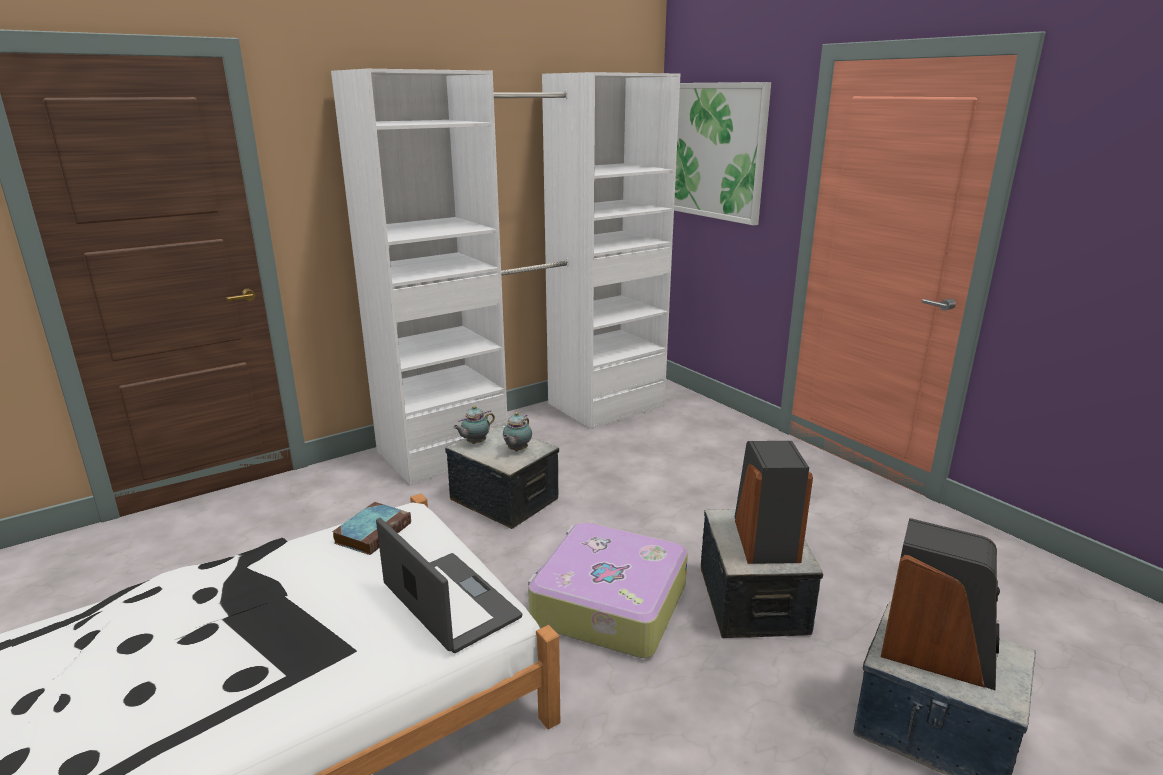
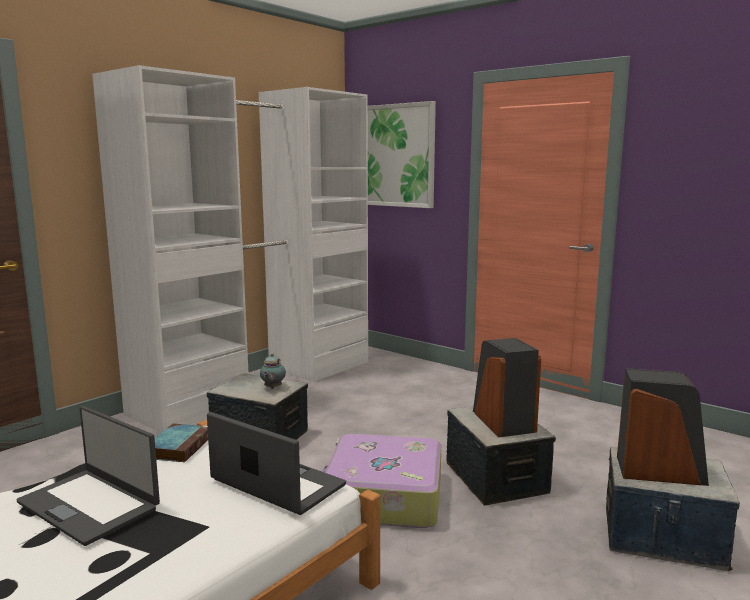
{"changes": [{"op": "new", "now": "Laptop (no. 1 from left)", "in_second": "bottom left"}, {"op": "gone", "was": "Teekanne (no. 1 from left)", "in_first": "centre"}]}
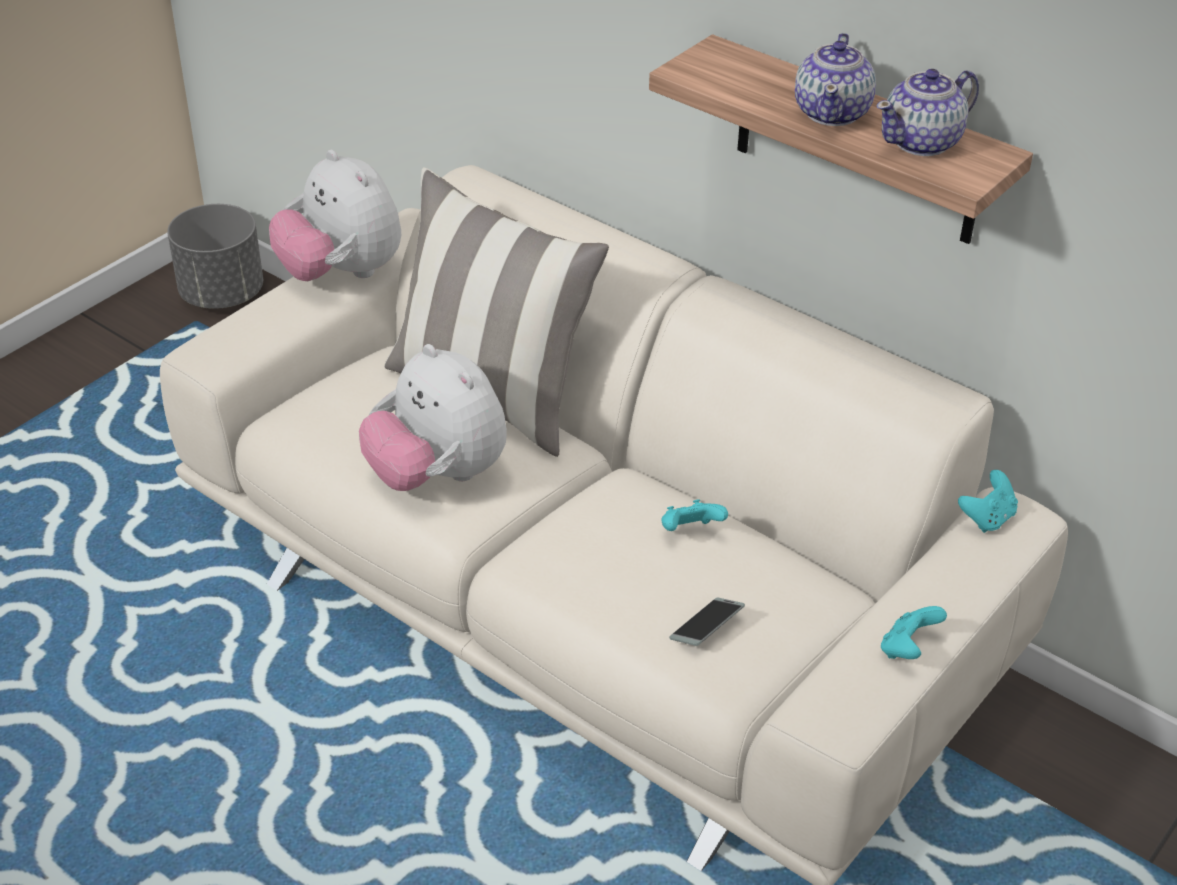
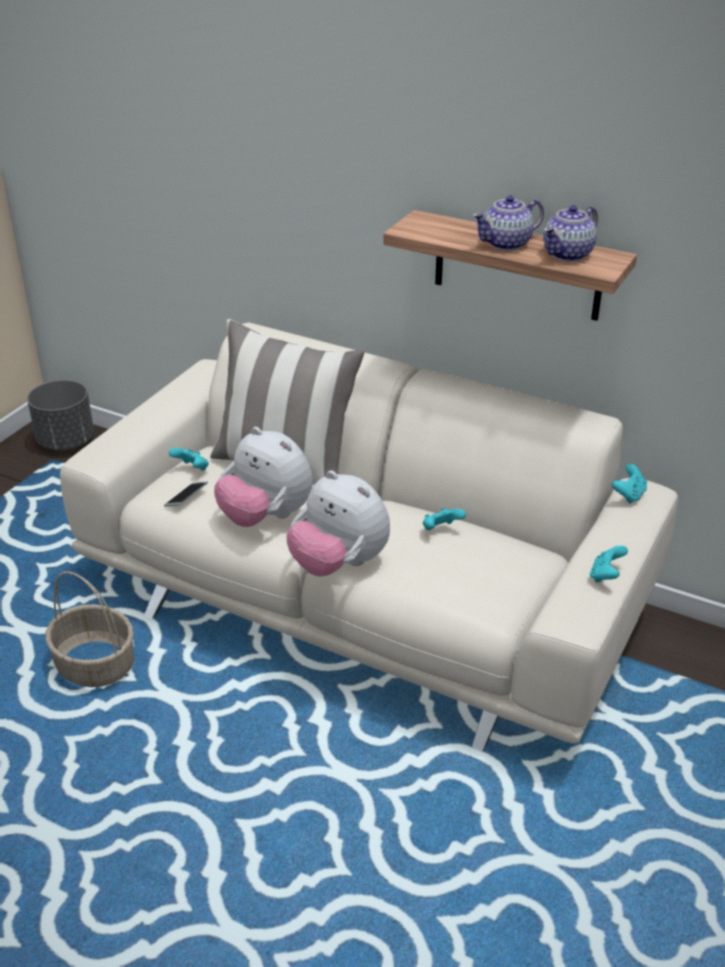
{"changes": [{"op": "new", "now": "Korb", "in_second": "middle left"}, {"op": "shifted", "was": "Handy", "in_first": "bottom centre", "in_second": "middle left"}, {"op": "new", "now": "Gamepad [türkis] (no. 1 from left)", "in_second": "middle left"}, {"op": "shifted", "was": "Plüschtier (no. 1 from left in the first image)", "now": "Plüschtier (no. 2 from left)", "in_first": "top left", "in_second": "centre"}, {"op": "rotated", "was": "Teekanne (no. 1 from left)", "in_first": "top right", "in_second": "top right", "clockwise": 60}]}
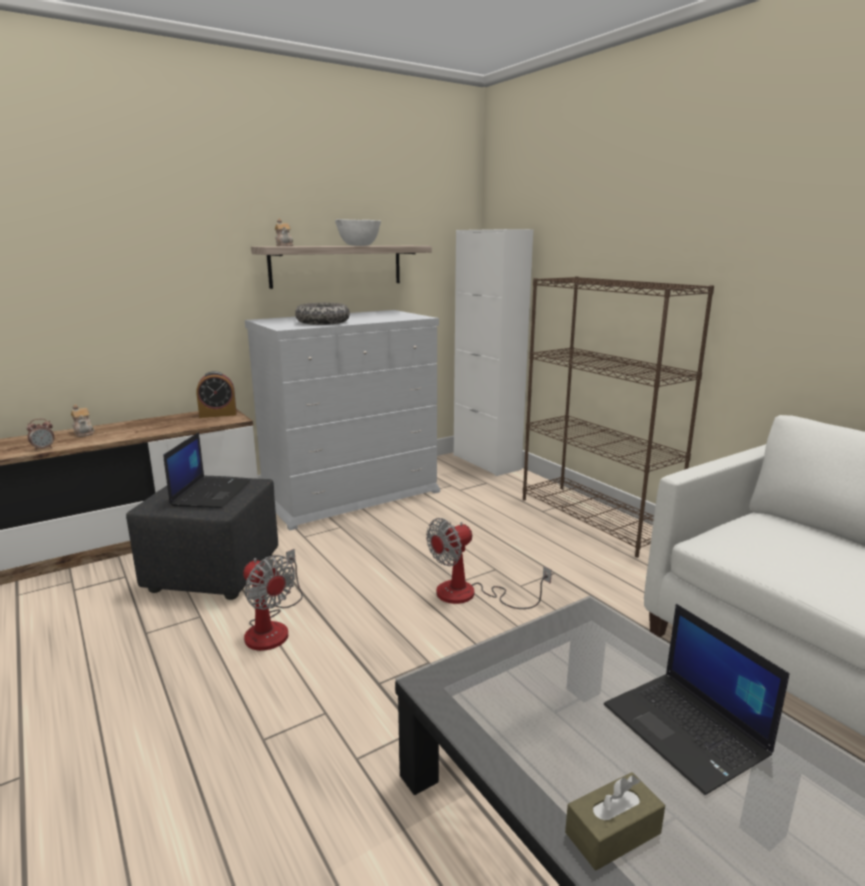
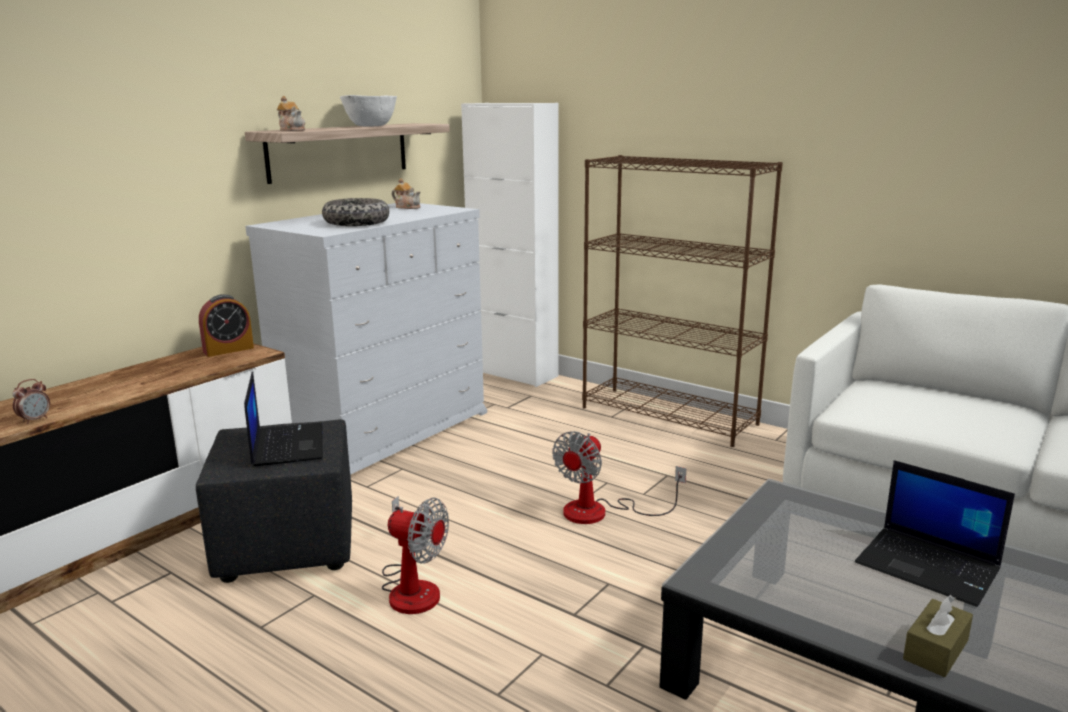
{"changes": [{"op": "shifted", "was": "Teekanne (no. 1 from left in the first image)", "now": "Teekanne (no. 2 from left)", "in_first": "middle left", "in_second": "top centre"}]}
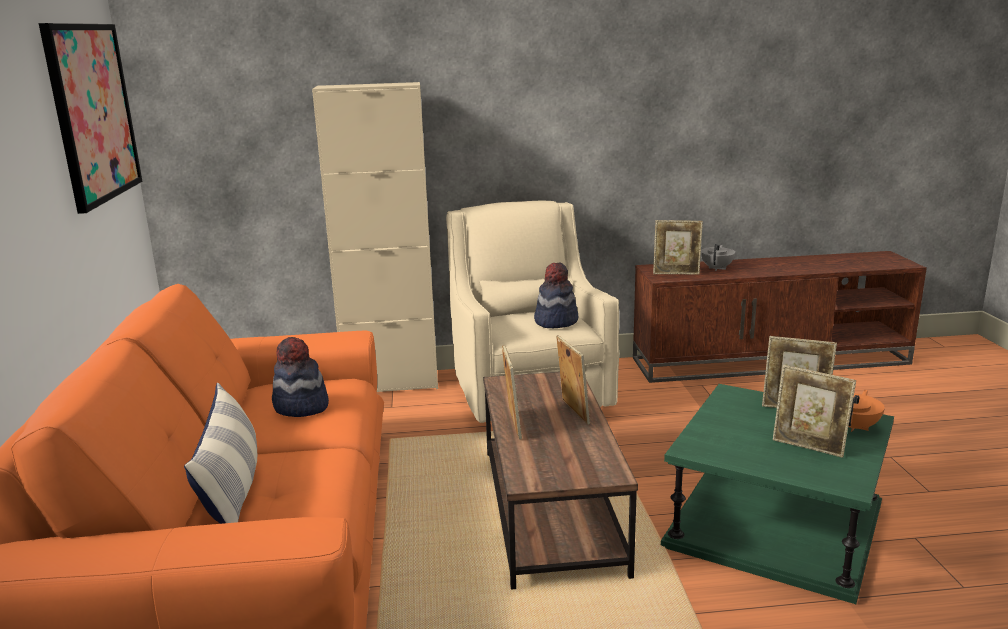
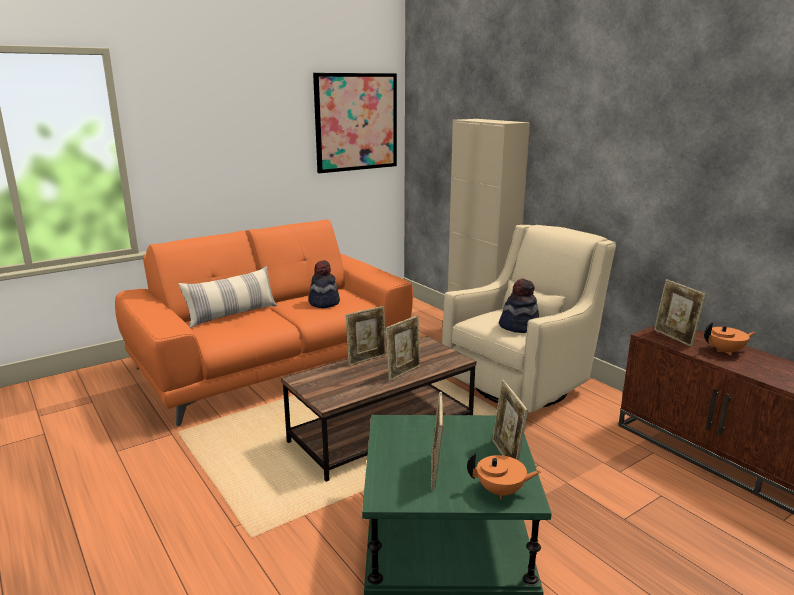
{"changes": [{"op": "repainted", "was": "Teekanne [grau]", "now": "Teekanne [orange] (no. 2 from left)", "in_first": "middle right", "in_second": "middle right"}]}
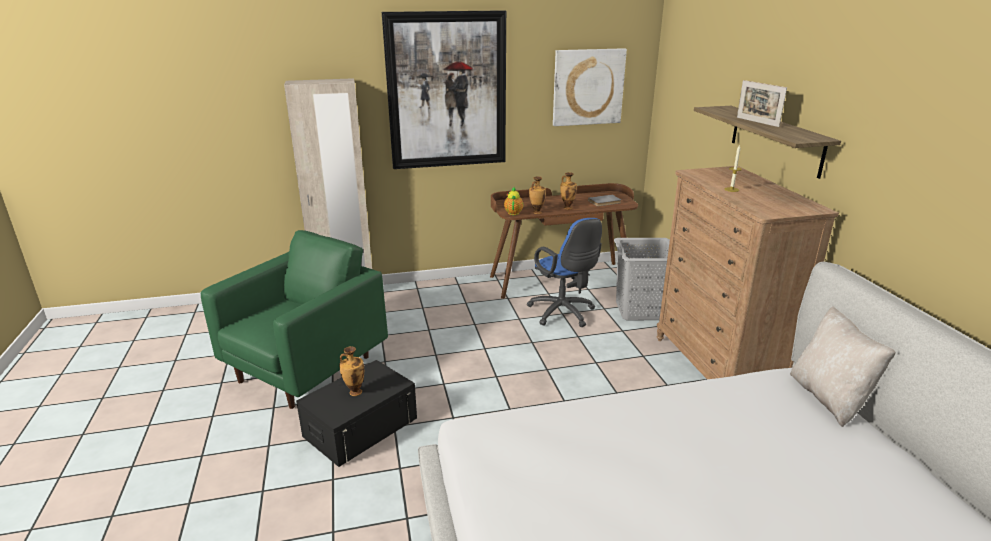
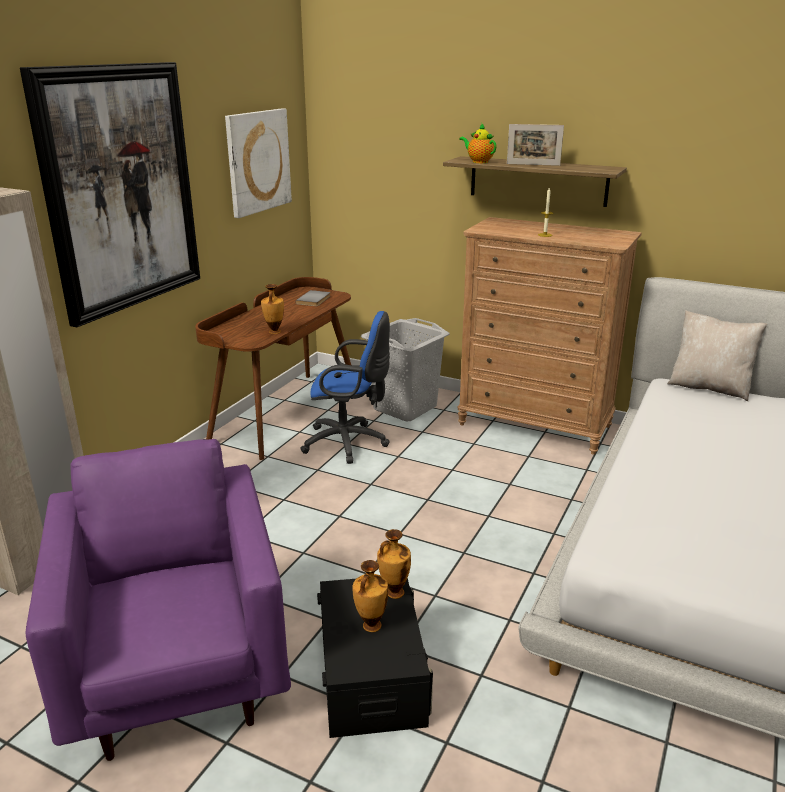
{"changes": [{"op": "repainted", "was": "Sessel [grün]", "now": "Sessel [lila]", "in_first": "middle left", "in_second": "bottom left"}, {"op": "shifted", "was": "Vase (no. 3 from left)", "in_first": "centre", "in_second": "bottom centre"}, {"op": "shifted", "was": "Teekanne", "in_first": "centre", "in_second": "top centre"}]}
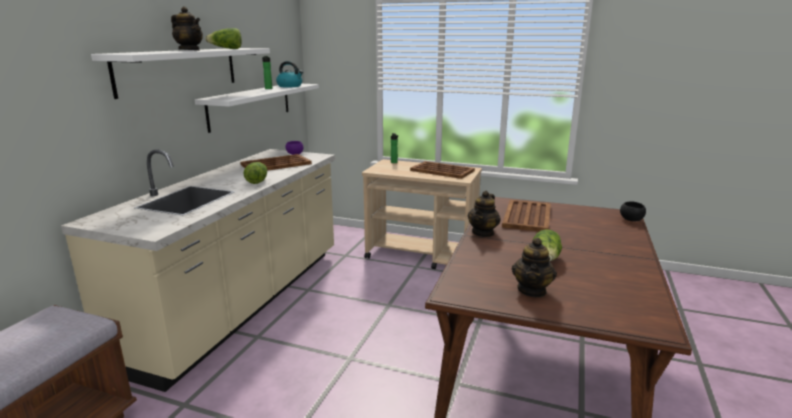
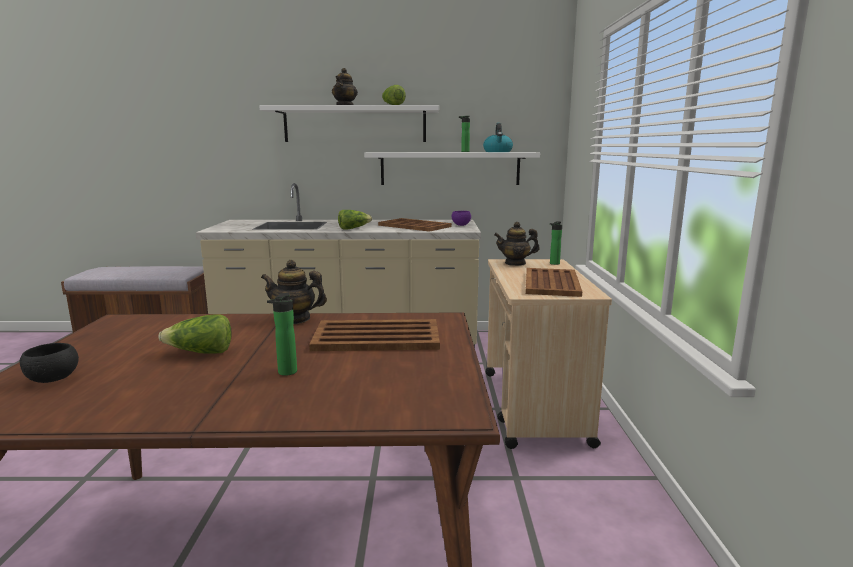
{"changes": [{"op": "shifted", "was": "Schüssel [schwarz]", "in_first": "middle right", "in_second": "middle left"}, {"op": "new", "now": "Flasche (no. 1 from left)", "in_second": "middle left"}, {"op": "shifted", "was": "Teekanne (no. 3 from left)", "in_first": "middle right", "in_second": "centre"}]}
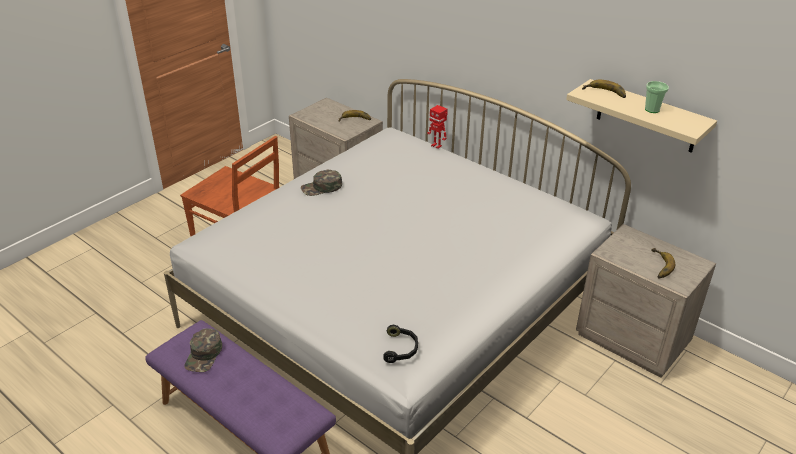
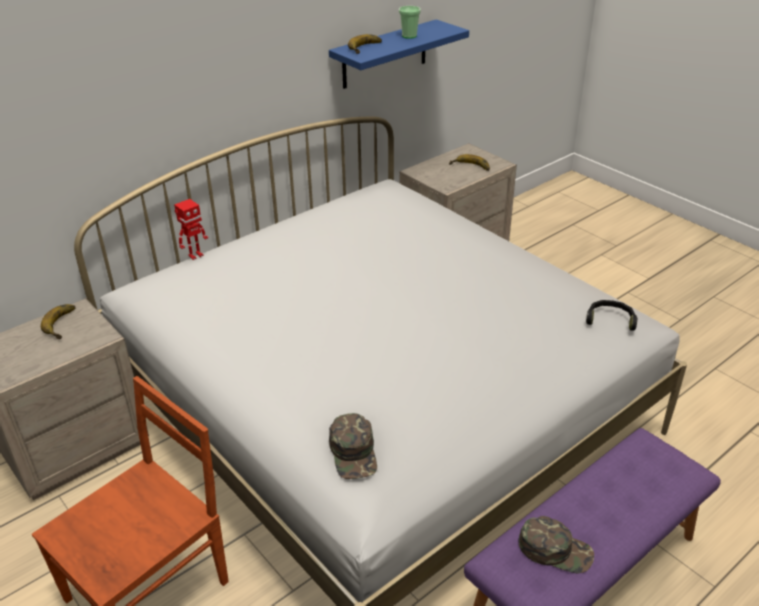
{"changes": [{"op": "repainted", "was": "Wandregal [beige]", "now": "Wandregal [blau]", "in_first": "top right", "in_second": "top centre"}, {"op": "shifted", "was": "Kappe [grün] (no. 2 from left in the first image)", "now": "Kappe [grün] (no. 1 from left)", "in_first": "centre", "in_second": "bottom centre"}]}
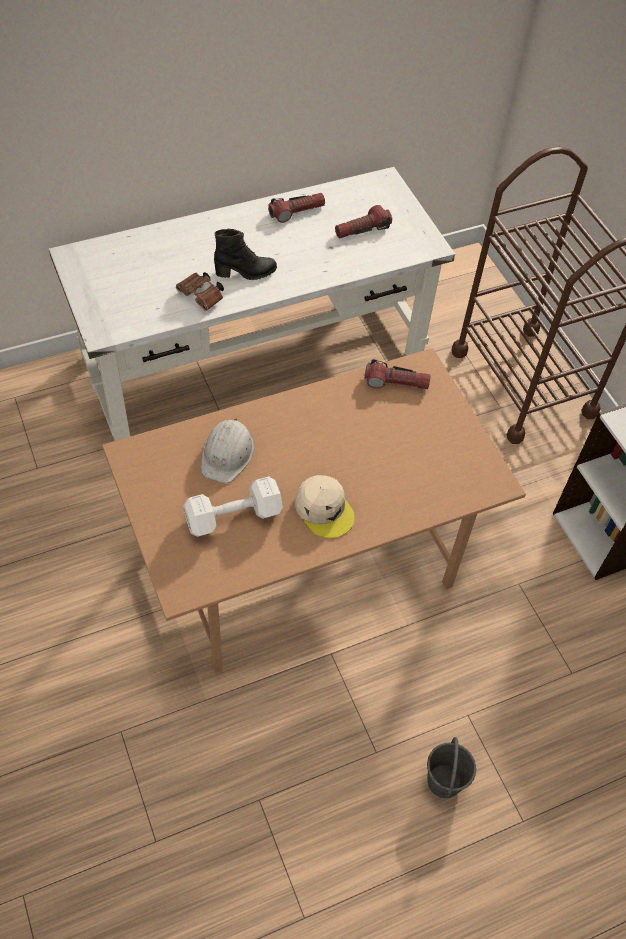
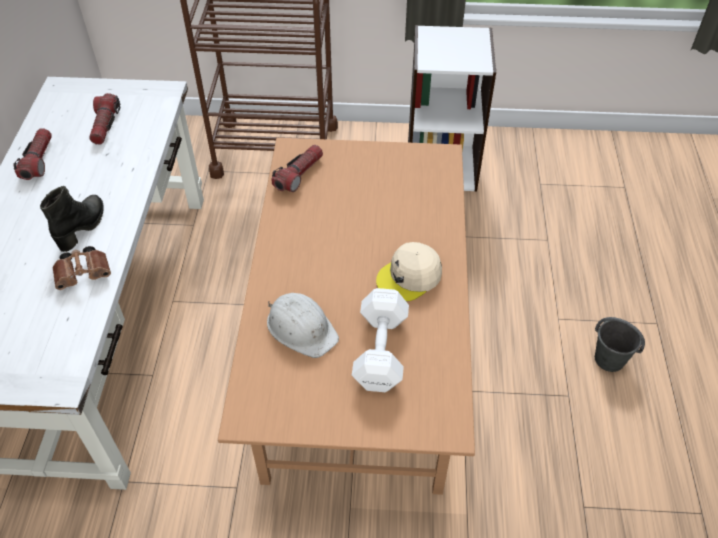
{"changes": [{"op": "rotated", "was": "Kappe [beige]", "in_first": "centre", "in_second": "centre", "clockwise": 150}]}
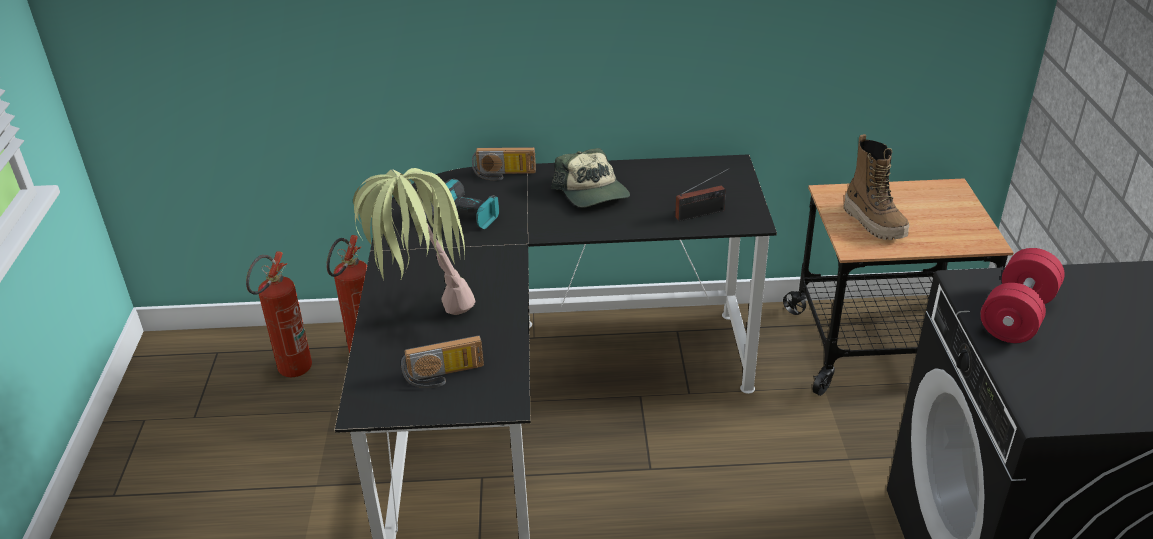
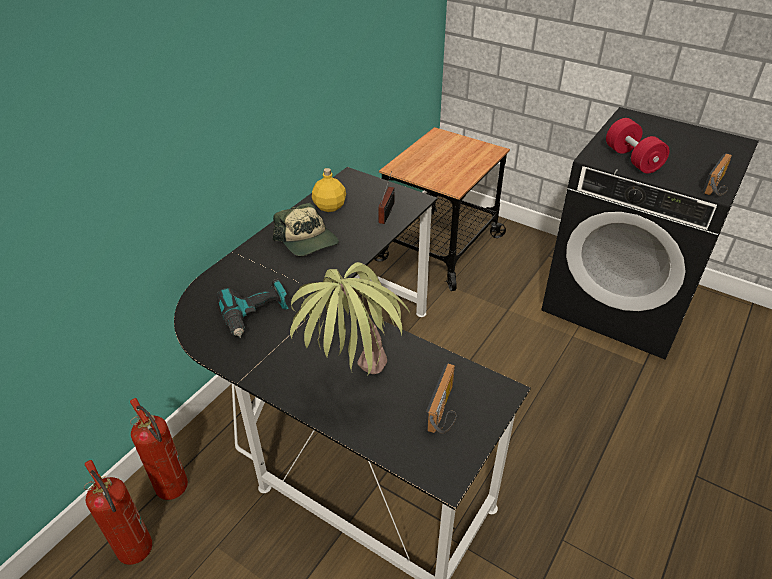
{"changes": [{"op": "rotated", "was": "Kappe", "in_first": "top centre", "in_second": "centre", "clockwise": 45}, {"op": "new", "now": "Flasche [gelb]", "in_second": "top centre"}, {"op": "shifted", "was": "Radio (no. 2 from left in the first image)", "now": "Radio (no. 3 from left)", "in_first": "top centre", "in_second": "top right"}, {"op": "gone", "was": "Stiefel", "in_first": "middle right"}]}
